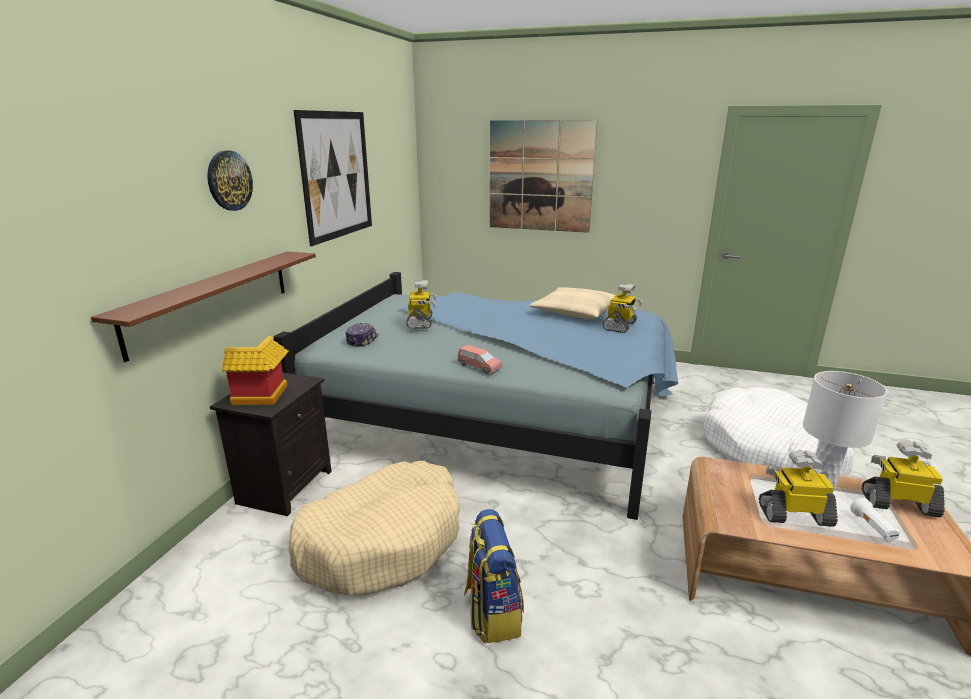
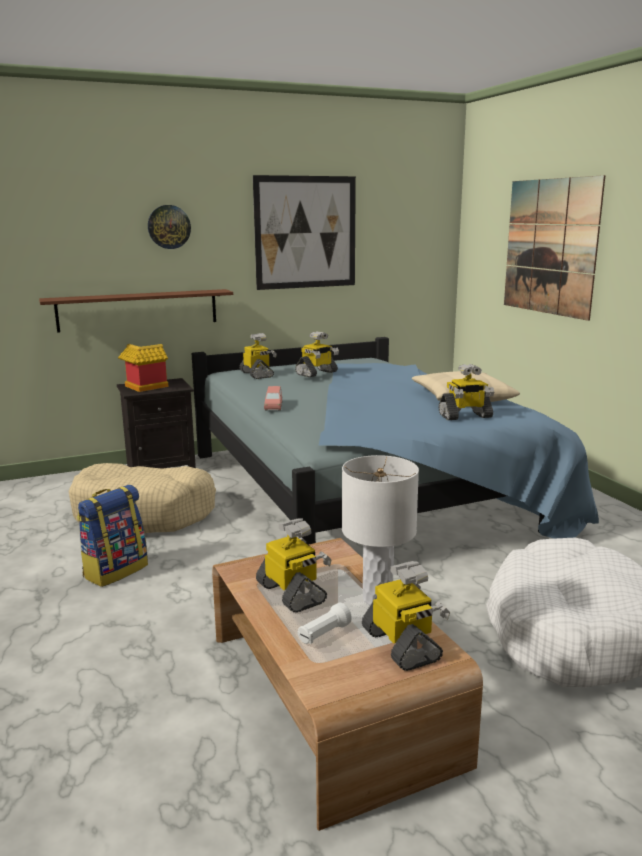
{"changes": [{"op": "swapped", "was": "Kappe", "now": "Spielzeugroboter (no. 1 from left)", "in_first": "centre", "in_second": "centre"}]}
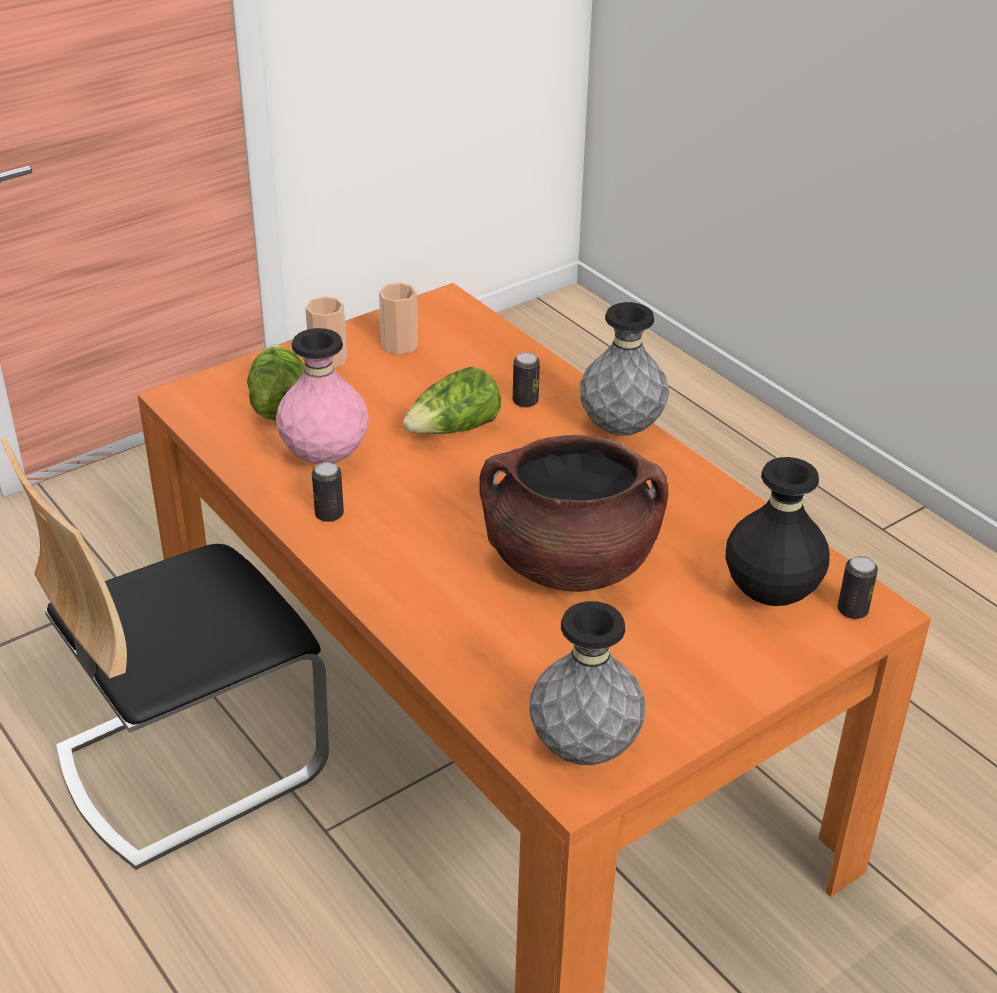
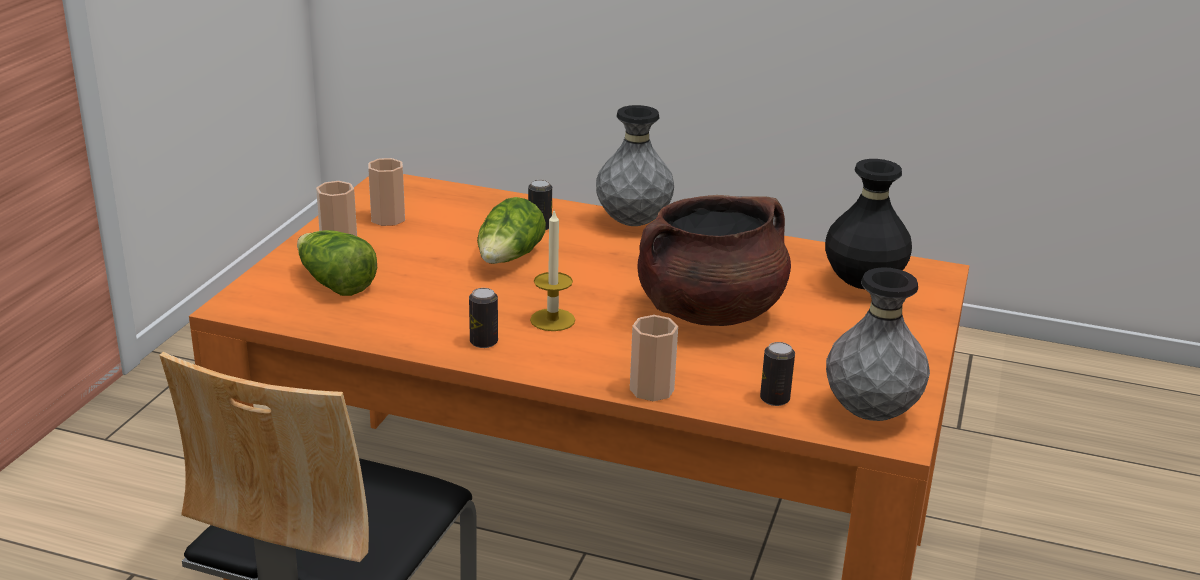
{"changes": [{"op": "new", "now": "Kerze", "in_second": "centre"}, {"op": "new", "now": "Tasse (no. 3 from left)", "in_second": "centre"}, {"op": "shifted", "was": "Dose (no. 3 from left)", "in_first": "middle right", "in_second": "centre"}, {"op": "gone", "was": "Vase [rosa]", "in_first": "middle left"}]}
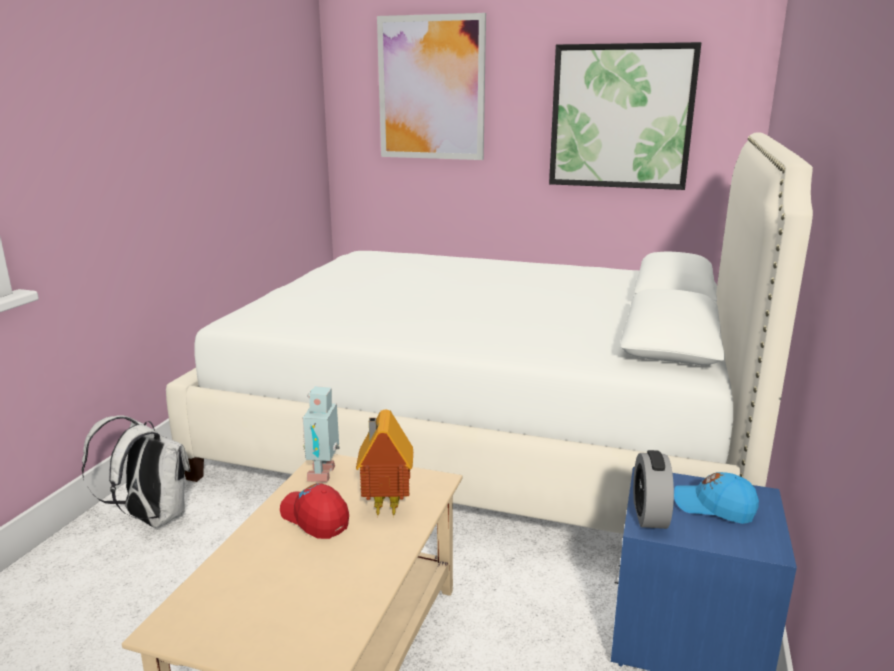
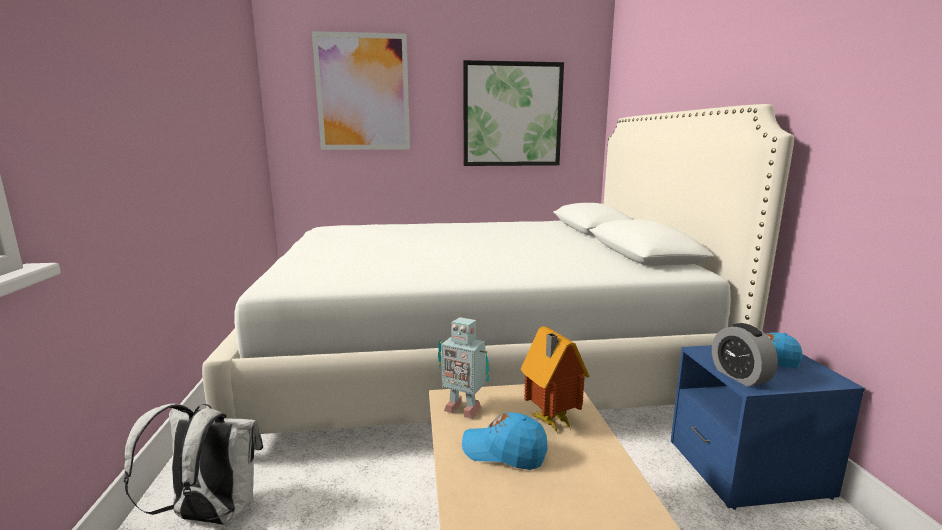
{"changes": [{"op": "rotated", "was": "Spielzeugroboter", "in_first": "centre", "in_second": "bottom centre", "clockwise": -45}, {"op": "repainted", "was": "Kappe [rot]", "now": "Kappe [blau] (no. 1 from left)", "in_first": "bottom centre", "in_second": "bottom centre"}]}
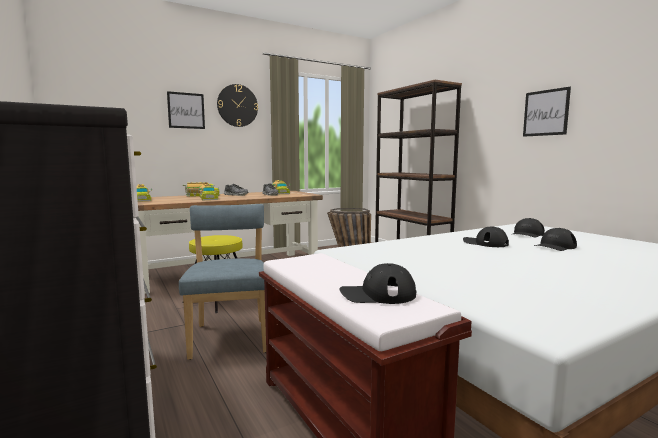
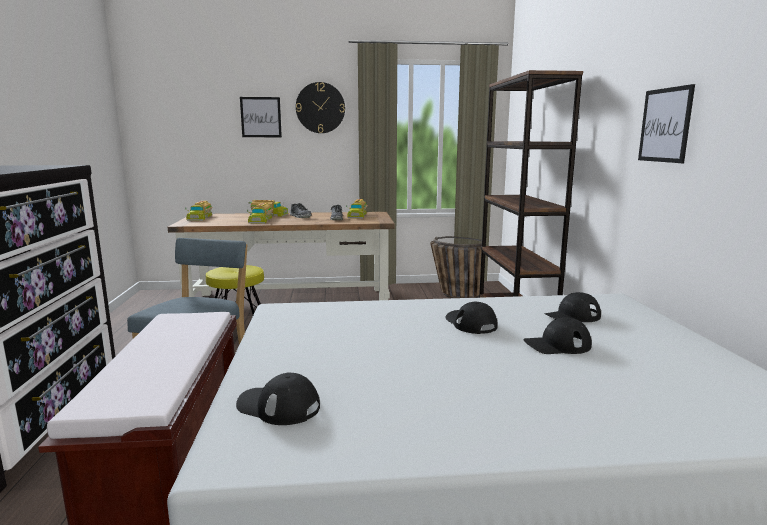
{"changes": [{"op": "shifted", "was": "Kappe [schwarz] (no. 1 from left)", "in_first": "centre", "in_second": "bottom centre"}]}
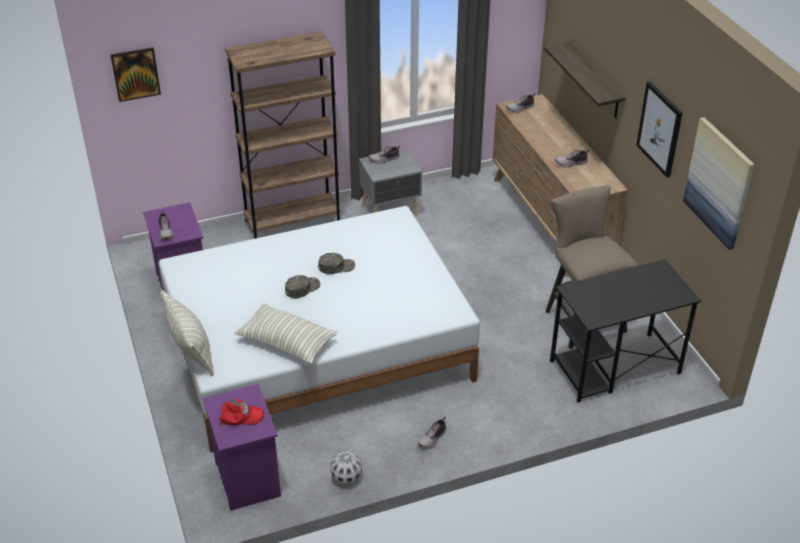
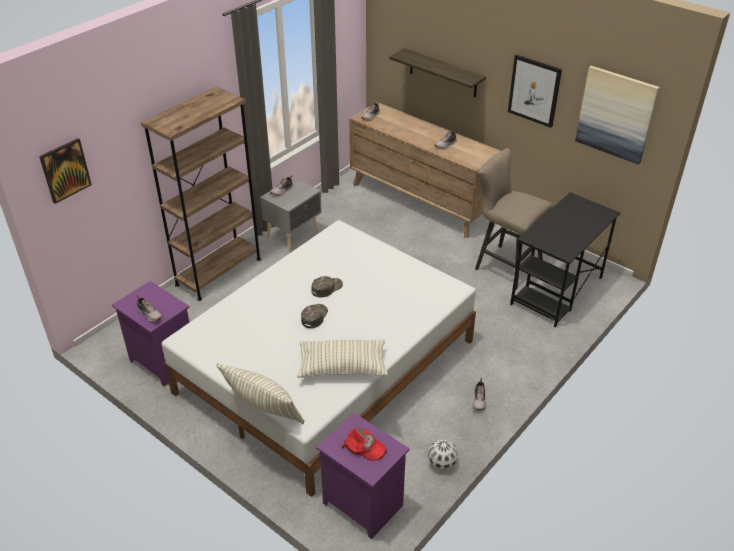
{"changes": [{"op": "rotated", "was": "Kappe [rot]", "in_first": "bottom left", "in_second": "bottom centre", "clockwise": 60}]}
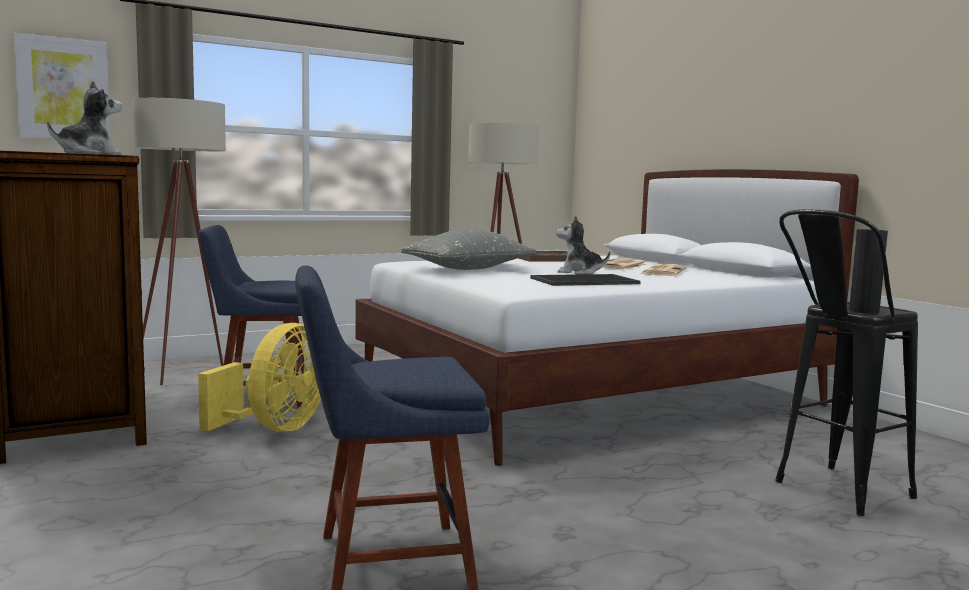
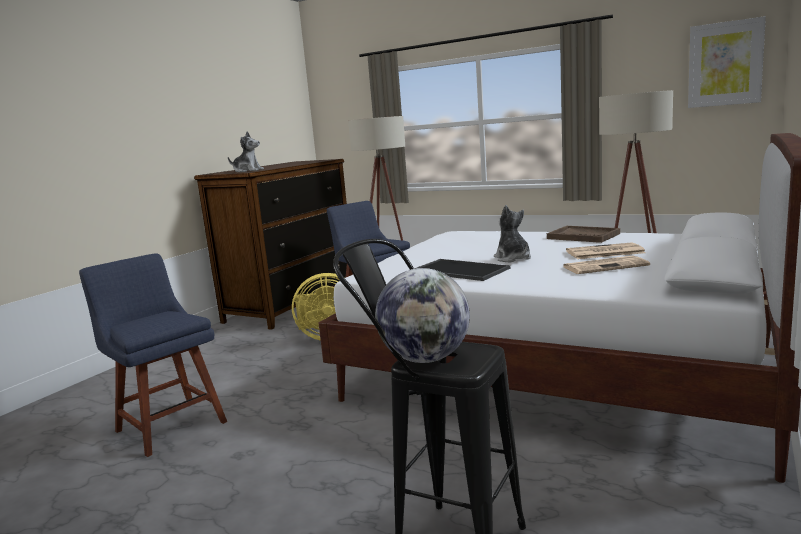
{"changes": [{"op": "swapped", "was": "Vase [schwarz]", "now": "Globus", "in_first": "middle right", "in_second": "centre"}, {"op": "shifted", "was": "Bild", "in_first": "top left", "in_second": "top right"}, {"op": "gone", "was": "Kissen [grau]", "in_first": "centre"}]}
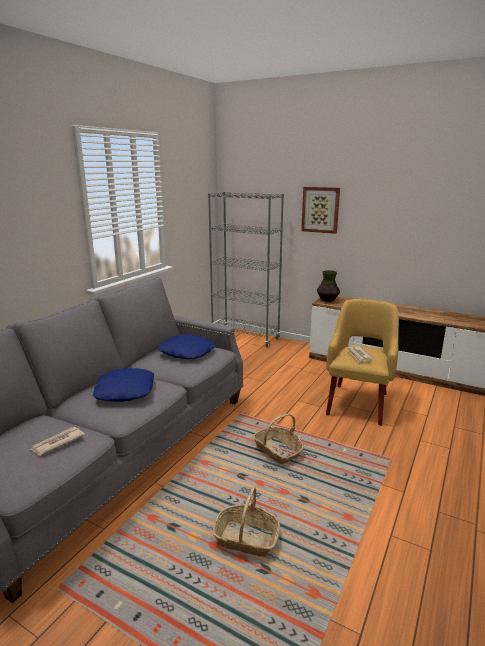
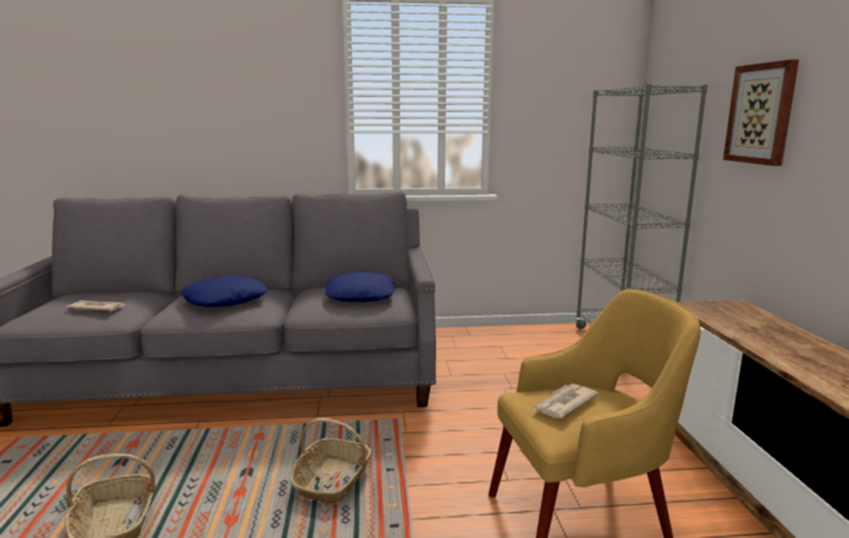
{"changes": [{"op": "gone", "was": "Vase", "in_first": "middle right"}]}
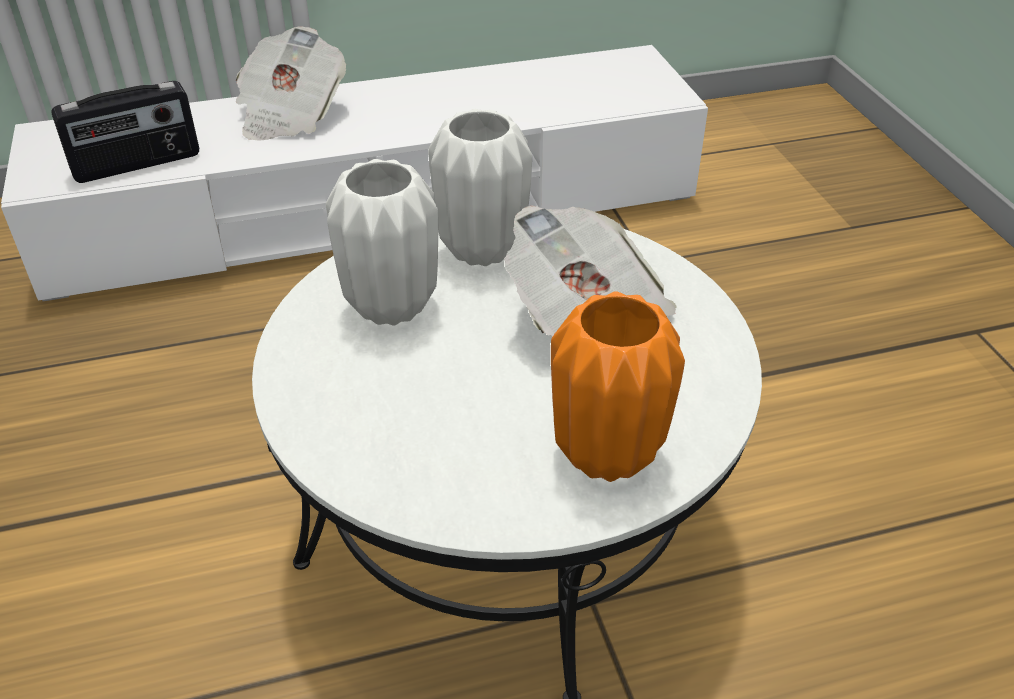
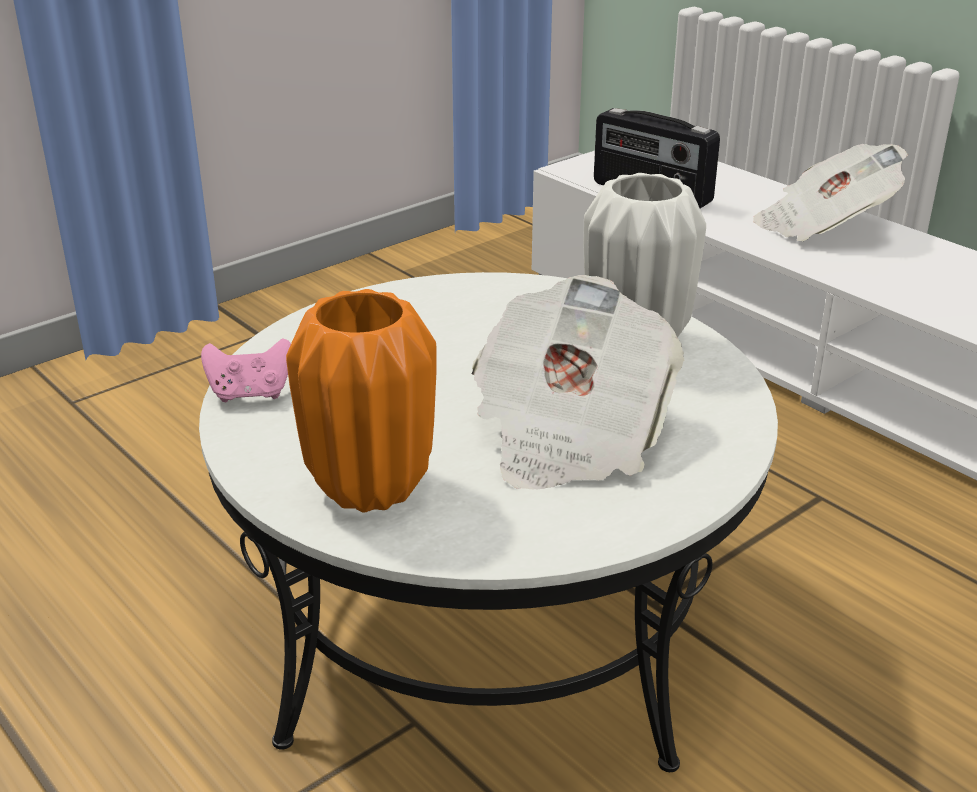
{"changes": [{"op": "new", "now": "Gamepad [rosa]", "in_second": "middle left"}, {"op": "gone", "was": "Vase [weiß] (no. 1 from left)", "in_first": "centre"}]}
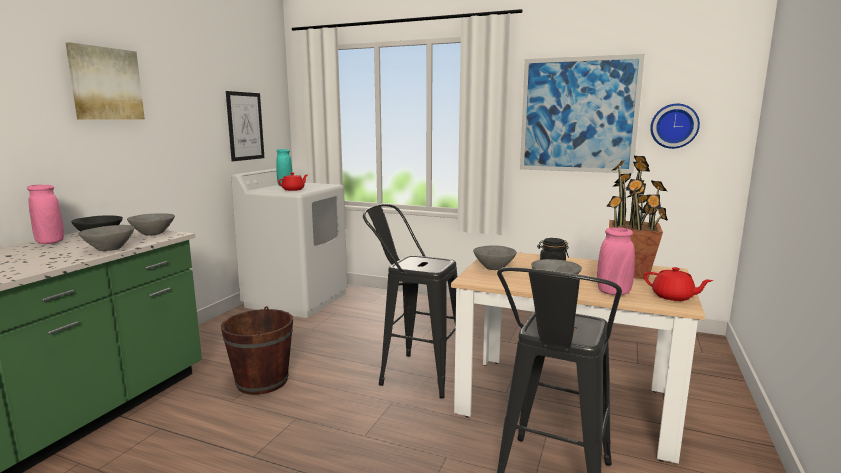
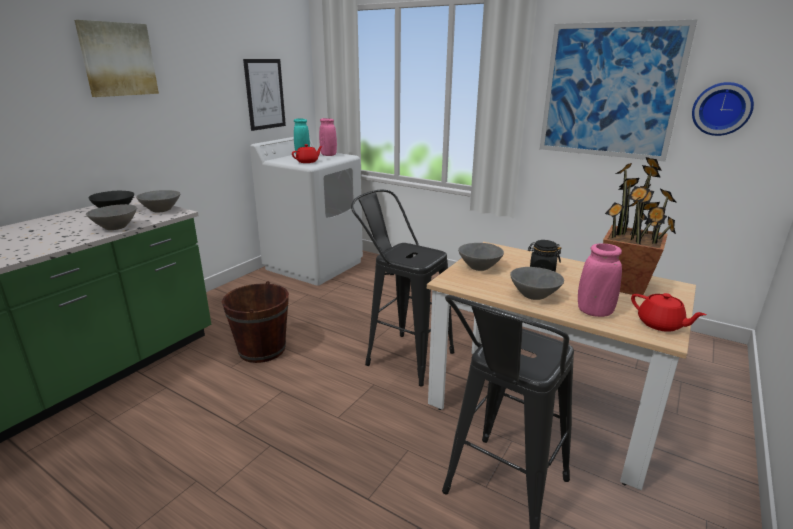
{"changes": [{"op": "shifted", "was": "Vase [rosa] (no. 1 from left)", "in_first": "middle left", "in_second": "top centre"}]}
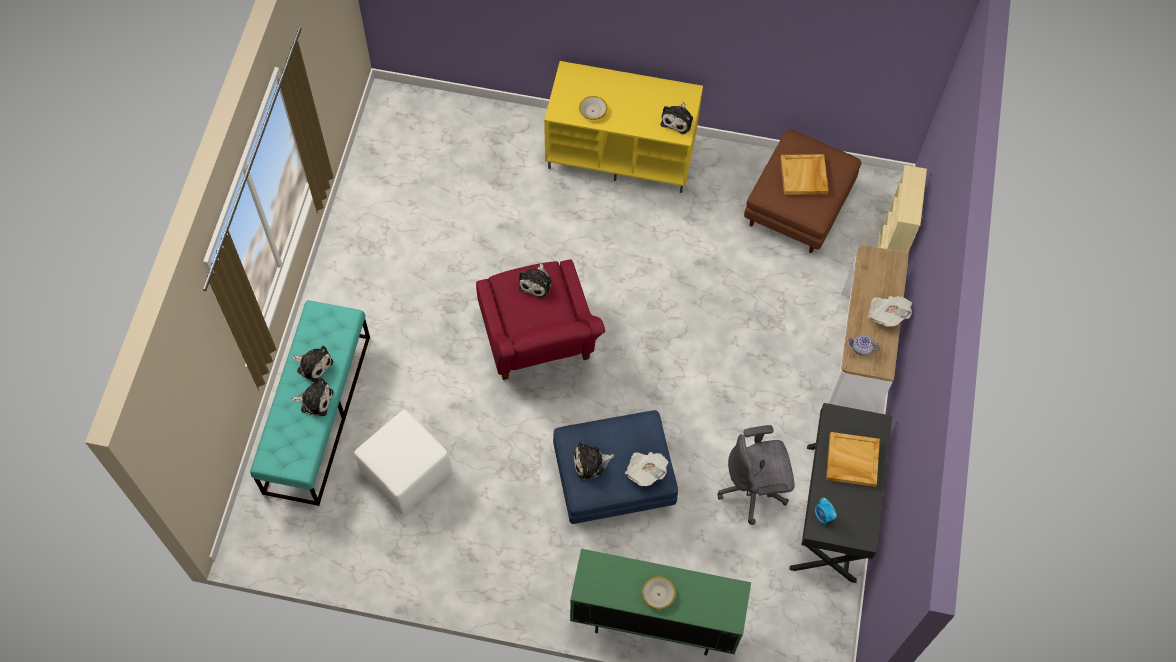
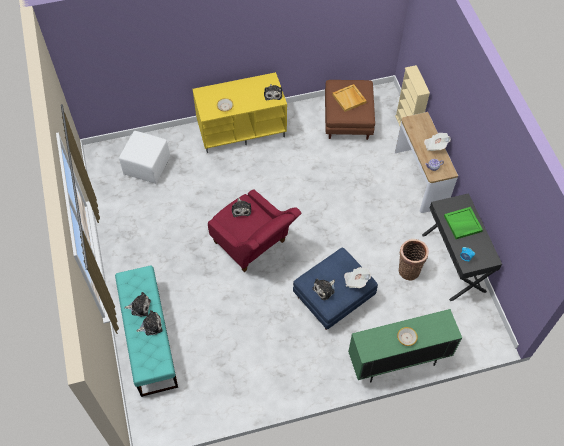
{"changes": [{"op": "shifted", "was": "Polsterhocker [weiß]", "in_first": "bottom centre", "in_second": "middle left"}, {"op": "swapped", "was": "Bürostuhl [grau]", "now": "Korb", "in_first": "bottom centre", "in_second": "middle right"}, {"op": "repainted", "was": "Tablett [beige] (no. 2 from left)", "now": "Tablett [grün]", "in_first": "bottom right", "in_second": "middle right"}]}
